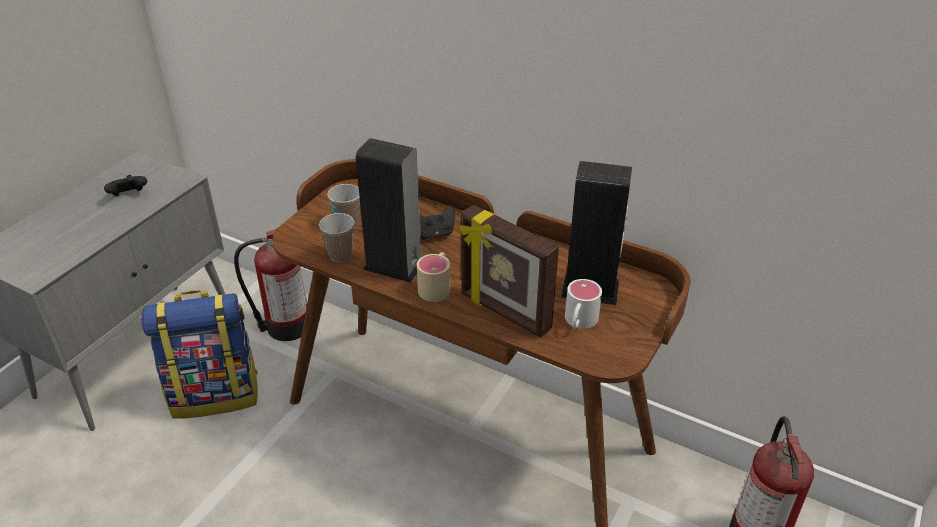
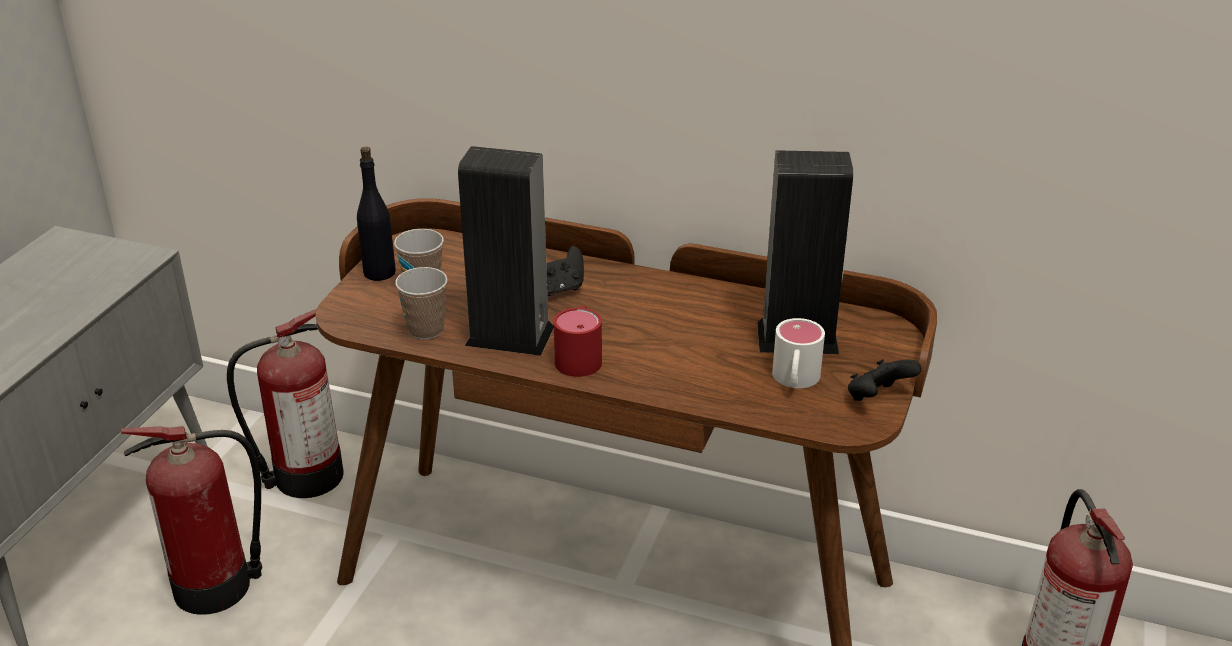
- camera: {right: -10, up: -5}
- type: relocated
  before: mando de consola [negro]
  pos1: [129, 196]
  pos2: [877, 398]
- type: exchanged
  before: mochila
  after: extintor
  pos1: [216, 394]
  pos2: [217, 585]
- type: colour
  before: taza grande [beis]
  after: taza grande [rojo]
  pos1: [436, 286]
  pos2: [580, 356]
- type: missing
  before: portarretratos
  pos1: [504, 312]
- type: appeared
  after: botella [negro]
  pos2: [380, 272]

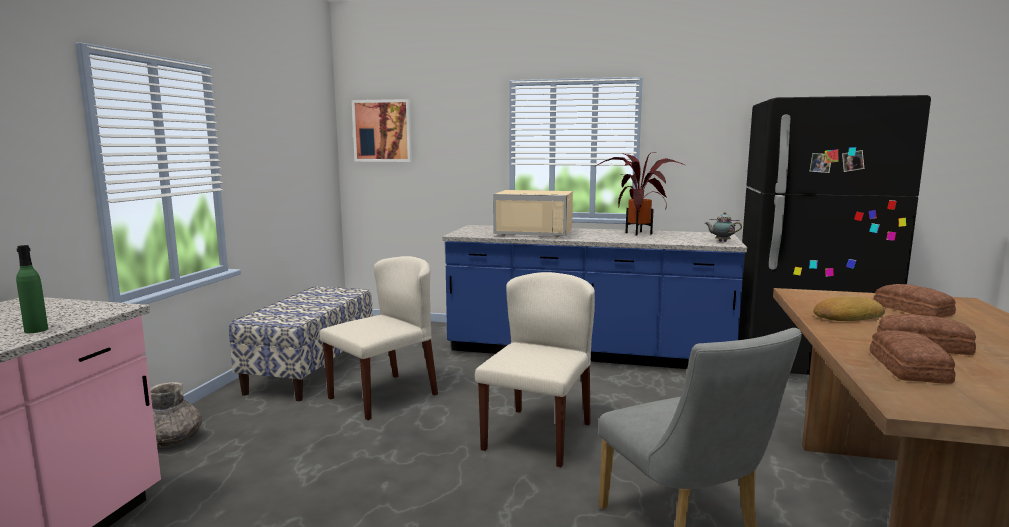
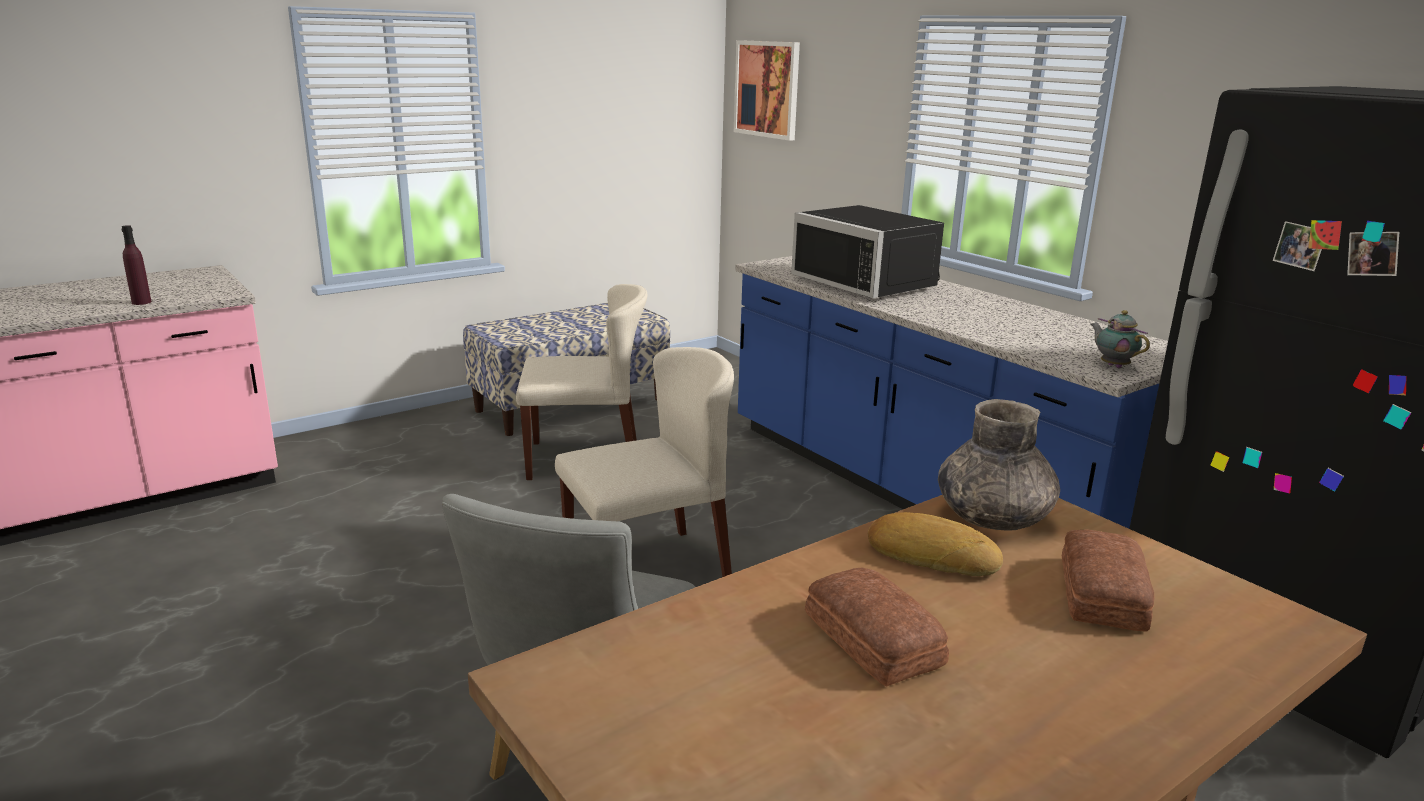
- camera: {right: 40, up: 10}
- type: colour
  before: botella [verde]
  after: botella [morado]
  pos1: [36, 330]
  pos2: [141, 302]
- type: relocated
  before: florero [gris]
  pos1: [172, 440]
  pos2: [993, 517]
- type: colour
  before: microondas [beis]
  after: microondas [negro]
  pos1: [535, 232]
  pos2: [870, 282]
- type: missing
  before: planta en maceta
  pos1: [638, 233]
- type: missing
  before: pan
  pos1: [907, 368]

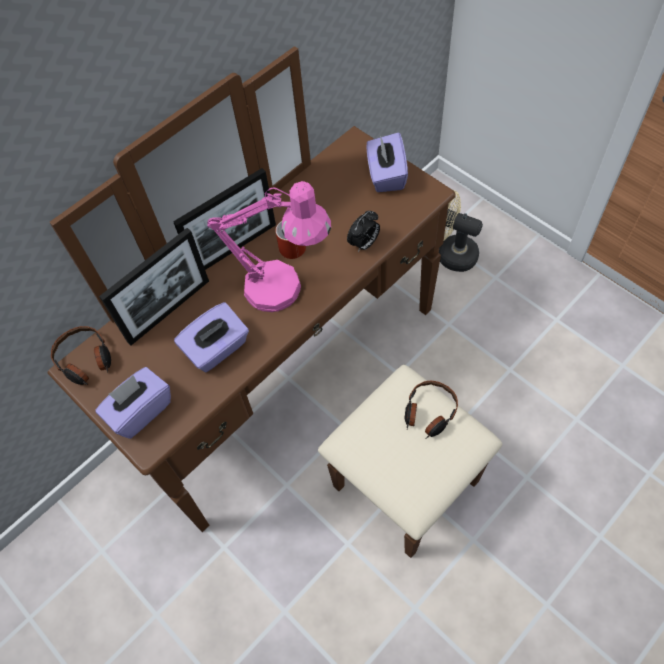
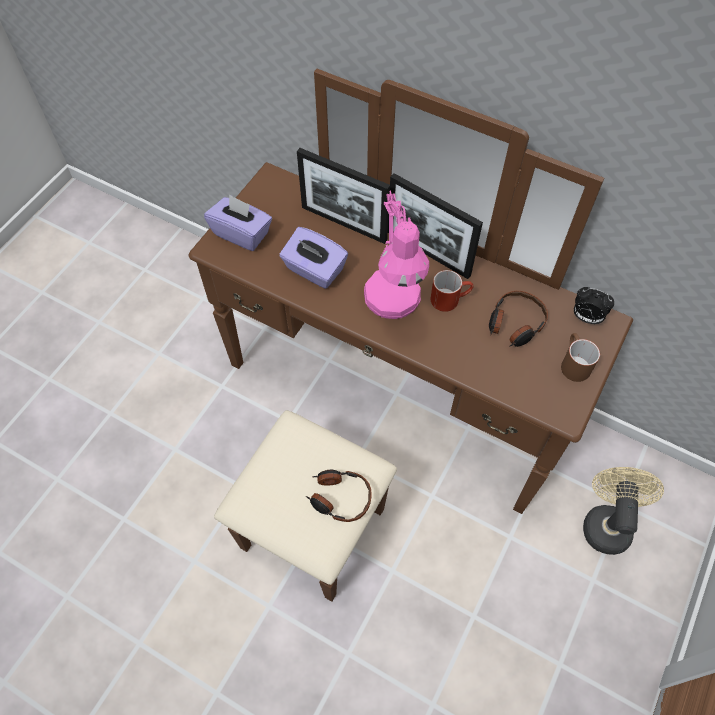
- camera: {right: 70, up: 0}
- type: relocated
  before: auriculares
  pos1: [85, 360]
  pos2: [515, 324]
- type: relocated
  before: despertador
  pos1: [364, 244]
  pos2: [586, 318]
- type: exchanged
  before: caja de pañuelos [morado]
  after: taza grande [marrón]
  pos1: [386, 175]
  pos2: [572, 363]

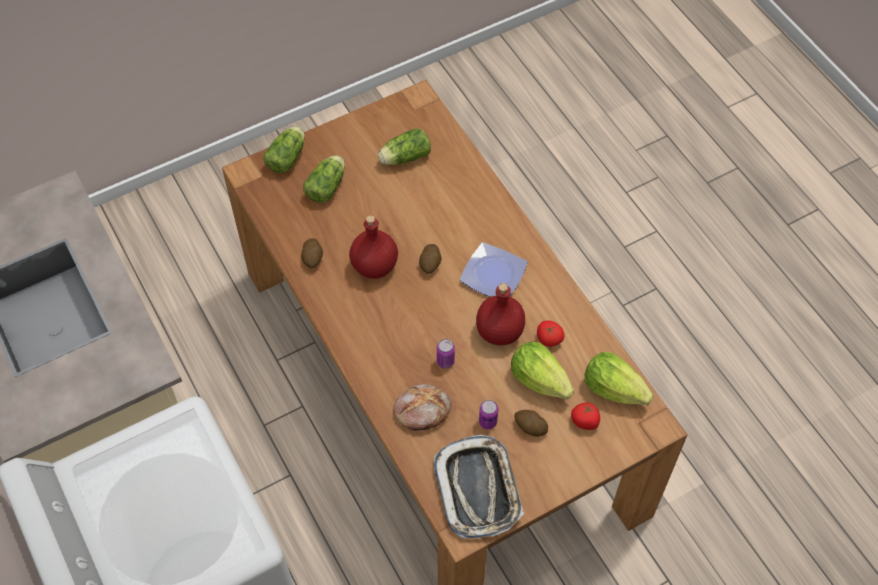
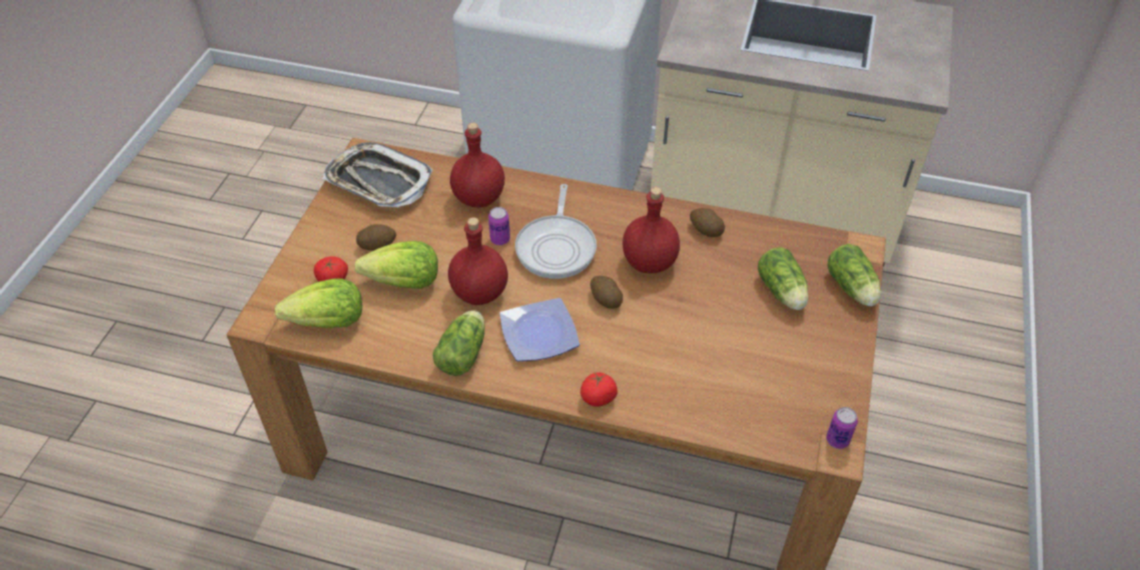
- camera: {right: 135, up: -10}
- type: relocated
  before: lechuga
  pos1: [403, 157]
  pos2: [464, 352]
- type: exchanged
  before: pan
  after: botella [rojo]
  pos1: [421, 410]
  pos2: [479, 197]
- type: relocated
  before: lata
  pos1: [488, 422]
  pos2: [837, 440]
- type: relocated
  before: tomate
  pos1: [548, 339]
  pos2: [598, 398]
- type: appeared
  after: sartén
  pos2: [557, 247]

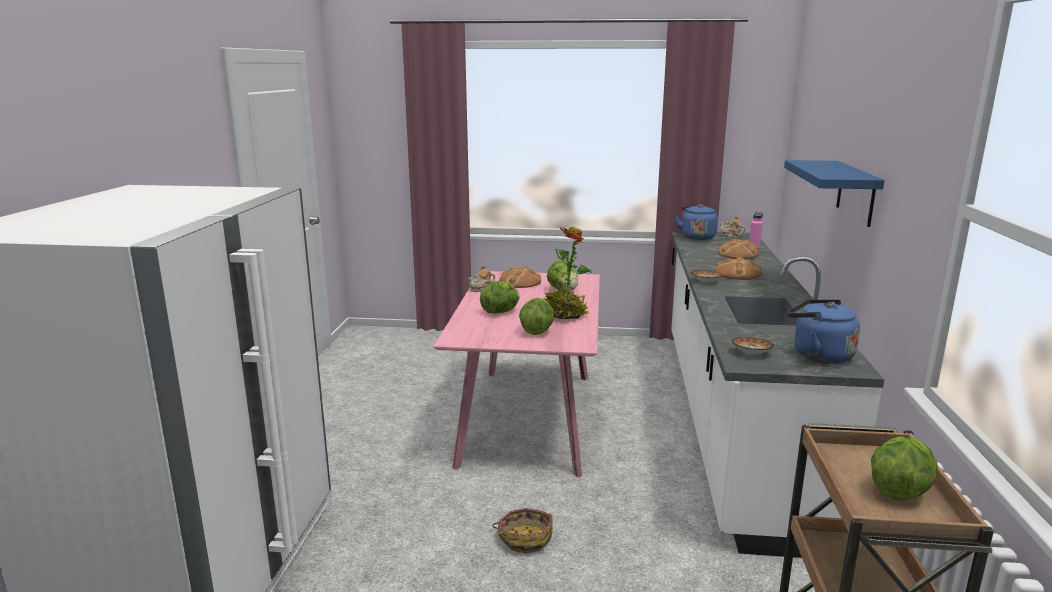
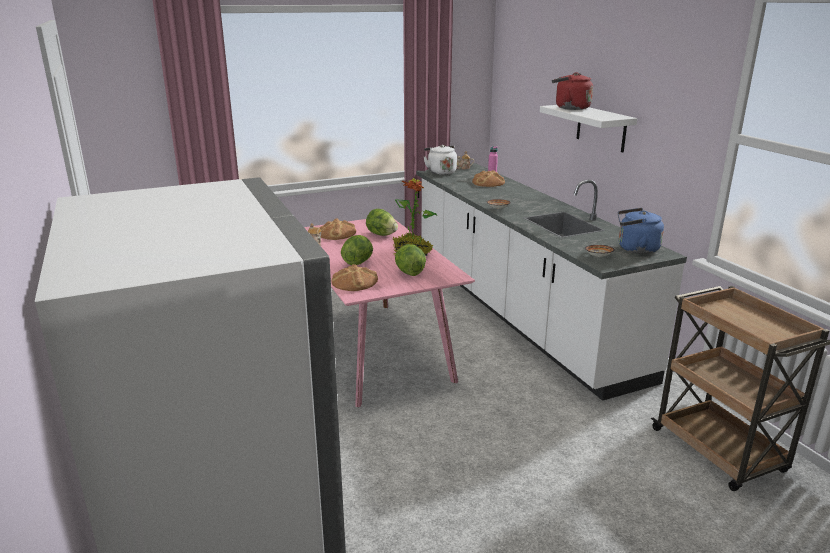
- camera: {right: -30, up: 5}
- type: missing
  before: cesta
  pos1: [525, 538]
- type: colour
  before: hervidor [azul]
  after: hervidor [blanco]
  pos1: [697, 237]
  pos2: [440, 172]
- type: relocated
  before: pan
  pos1: [737, 274]
  pos2: [354, 282]
- type: colour
  before: estante [azul]
  after: estante [blanco]
  pos1: [856, 193]
  pos2: [601, 128]
- type: missing
  before: lechuga
  pos1: [898, 490]
- type: appeared
  after: hervidor [rojo]
  pos2: [570, 108]

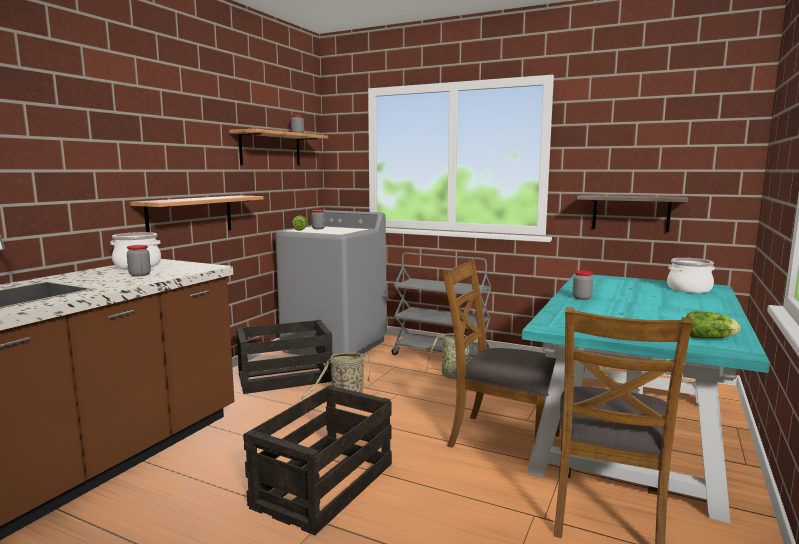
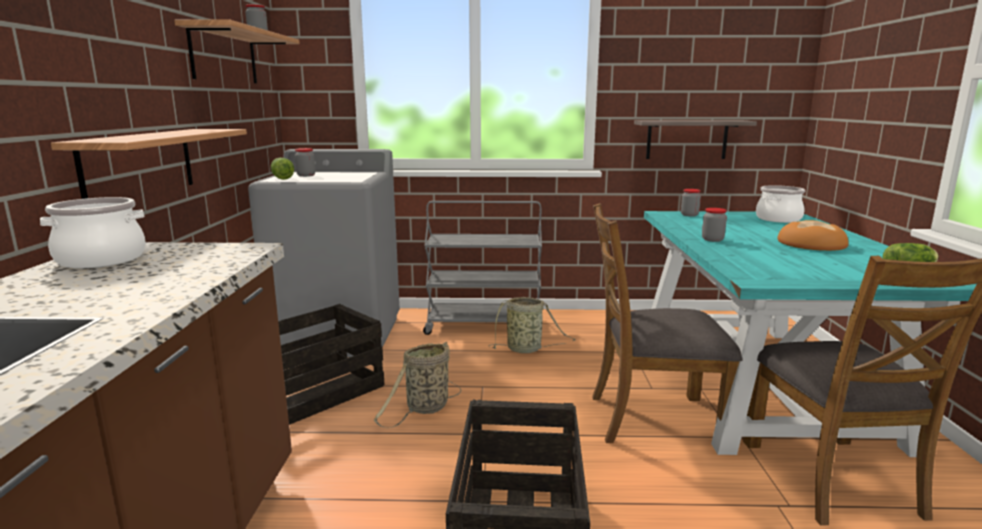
- camera: {right: -25, up: 5}
- type: relocated
  before: tarro
  pos1: [140, 275]
  pos2: [689, 215]
- type: appeared
  after: pan
  pos2: [810, 244]

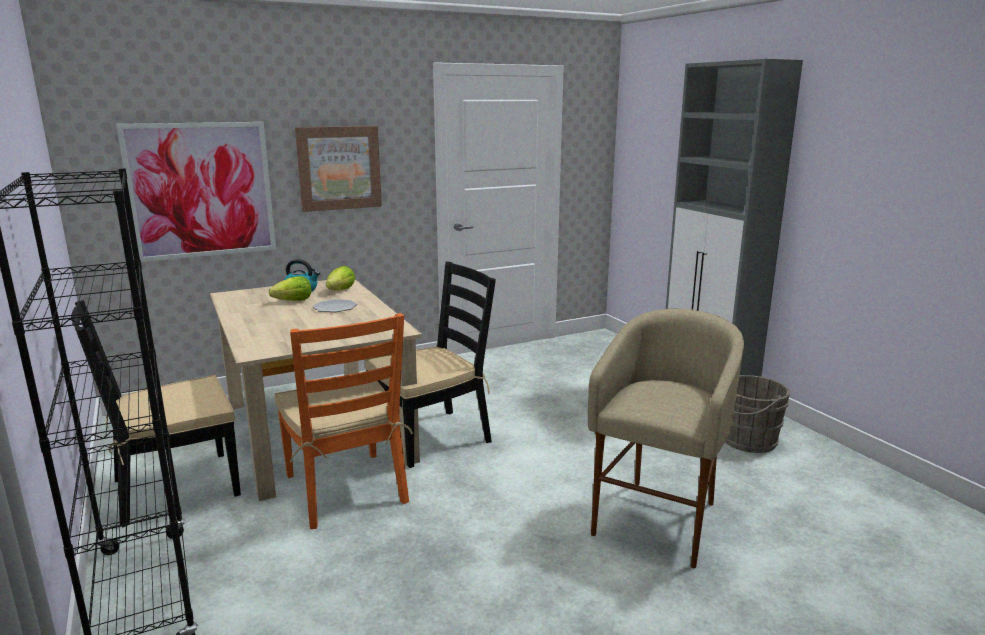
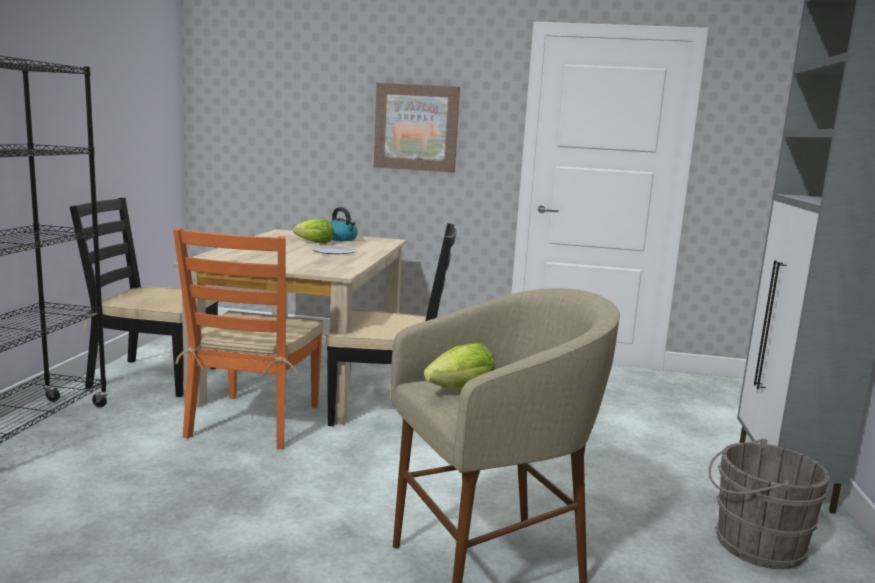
- camera: {right: 35, up: -5}
- type: missing
  before: cuadro
  pos1: [201, 190]
- type: relocated
  before: lechuga
  pos1: [341, 290]
  pos2: [461, 390]

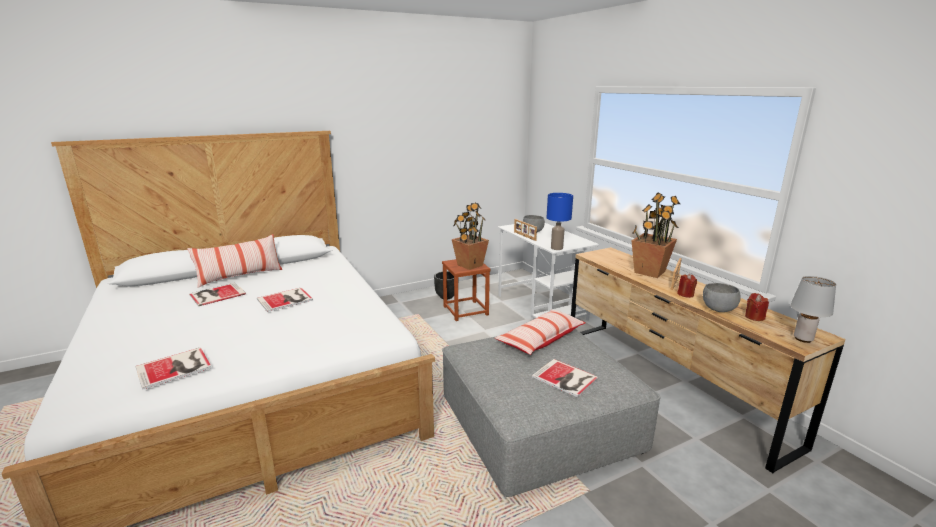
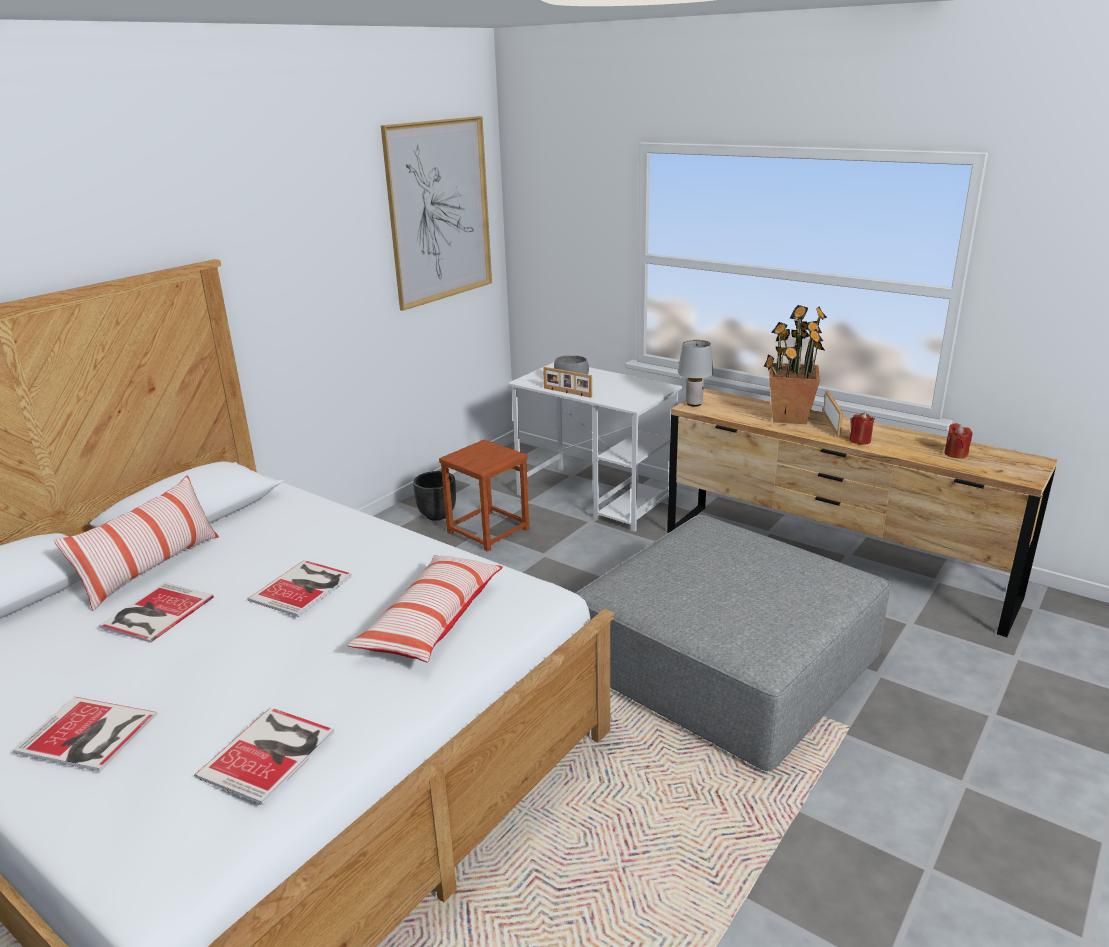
- camera: {right: -25, up: 5}
- type: missing
  before: planta en maceta
  pos1: [469, 265]
- type: relocated
  before: cojín
  pos1: [541, 339]
  pos2: [432, 620]
- type: relocated
  before: libro
  pos1: [565, 378]
  pos2: [88, 735]
- type: missing
  before: lámpara de mesa [azul]
  pos1: [557, 248]
- type: missing
  before: cuenco [gris]
  pos1: [717, 309]
- type: relocated
  before: lámpara de mesa [gris]
  pos1: [802, 339]
  pos2: [693, 404]
- type: appeared
  after: cuadro
  pos2: [439, 211]

